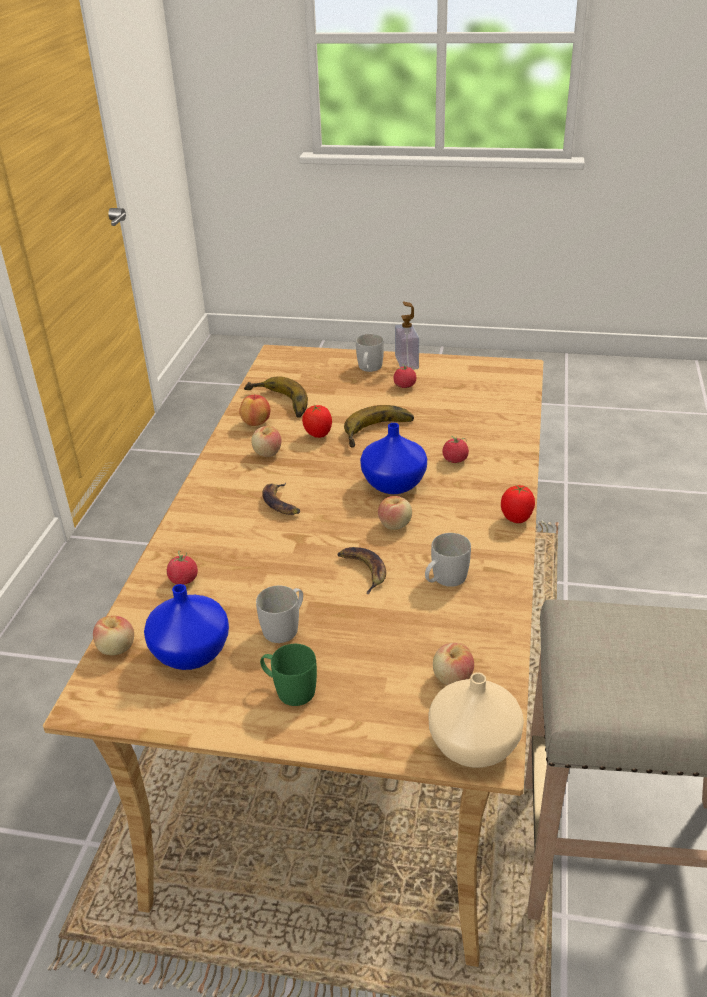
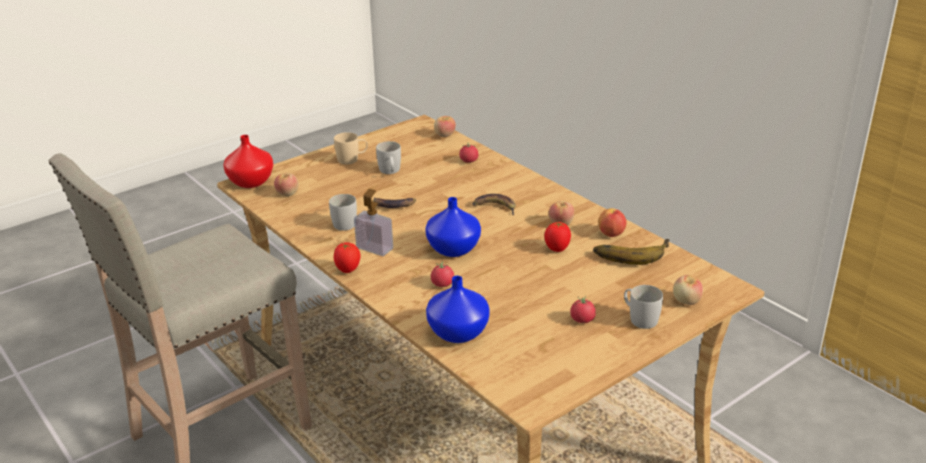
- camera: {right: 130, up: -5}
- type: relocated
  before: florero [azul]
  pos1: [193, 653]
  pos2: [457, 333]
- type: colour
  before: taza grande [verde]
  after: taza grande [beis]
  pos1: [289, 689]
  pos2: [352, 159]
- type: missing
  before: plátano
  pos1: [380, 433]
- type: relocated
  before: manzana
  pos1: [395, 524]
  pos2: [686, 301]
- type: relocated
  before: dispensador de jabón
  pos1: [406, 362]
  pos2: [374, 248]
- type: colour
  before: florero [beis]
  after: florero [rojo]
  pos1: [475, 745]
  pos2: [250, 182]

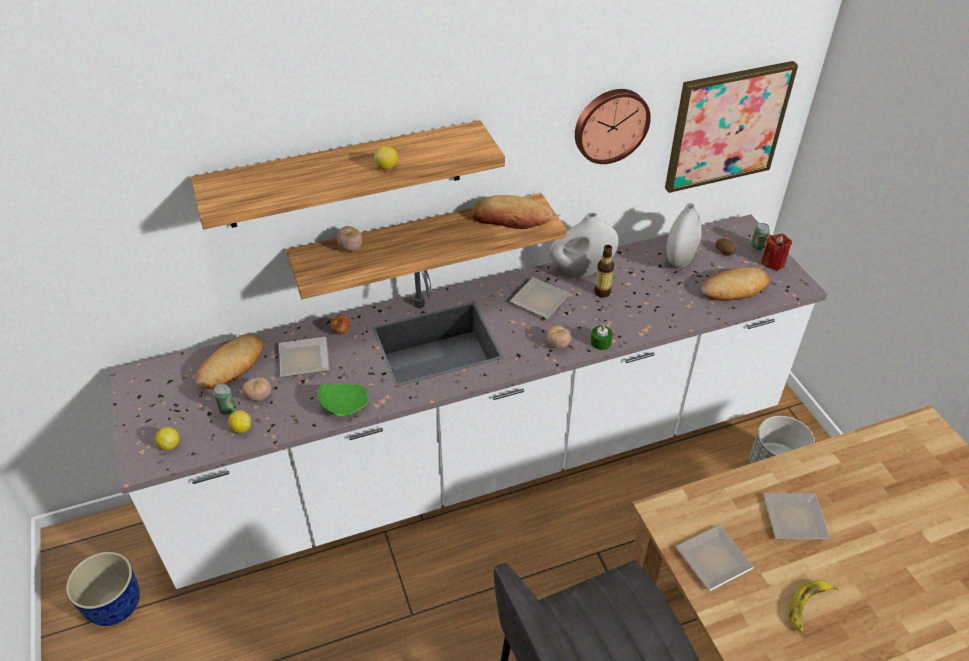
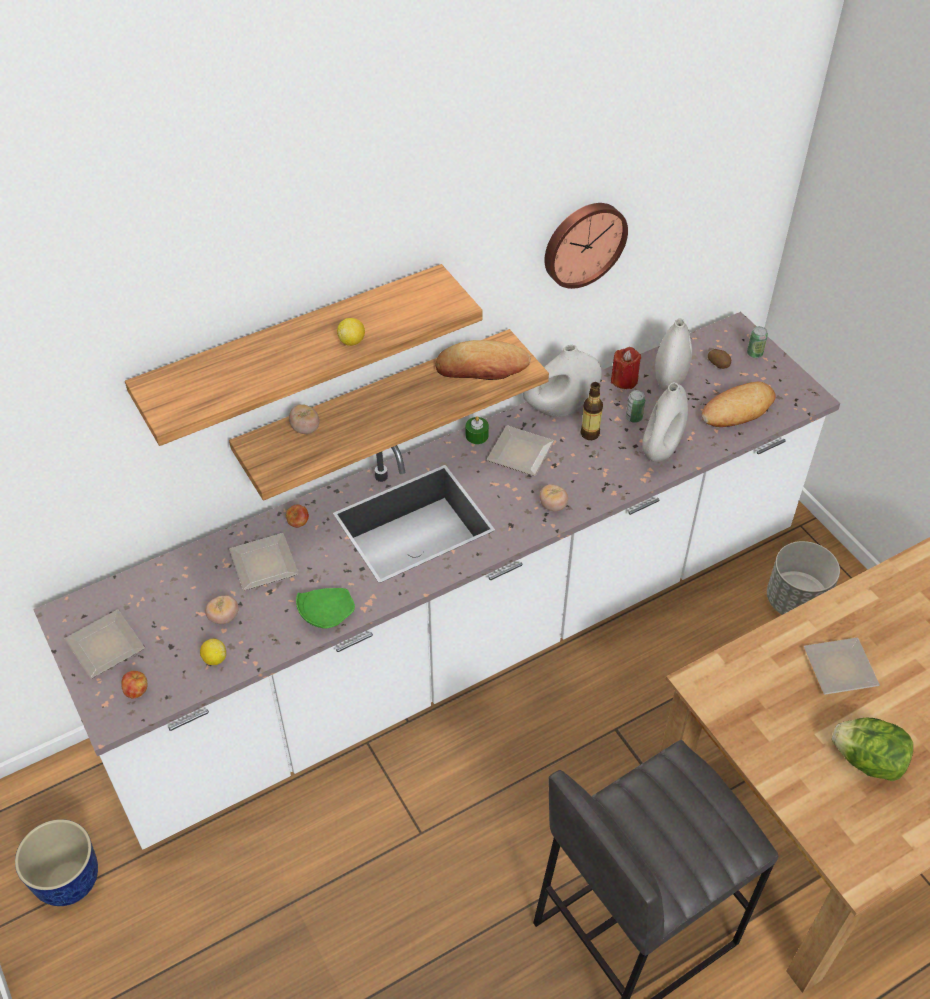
- camera: {right: -10, up: 5}
- type: exchanged
  before: limón
  after: manzana
  pos1: [170, 445]
  pos2: [137, 691]
- type: missing
  before: pan
  pos1: [231, 365]
- type: relocated
  before: lata
  pos1: [227, 409]
  pos2: [634, 417]
- type: relocated
  before: vela [verde]
  pos1: [600, 342]
  pos2: [477, 435]
- type: missing
  before: cuadro
  pos1: [726, 126]
- type: relocated
  before: plato
  pos1: [713, 562]
  pos2: [104, 649]
- type: relocated
  before: vela [rojo]
  pos1: [773, 262]
  pos2: [624, 380]
- type: exchanged
  before: plátano
  after: lechuga
  pos1: [809, 606]
  pos2: [867, 761]
- type: appeared
  after: florero [blanco]
  pos2: [661, 449]

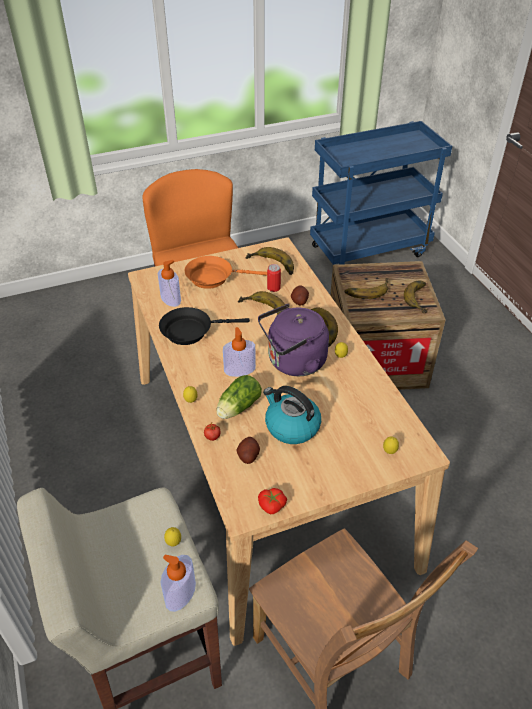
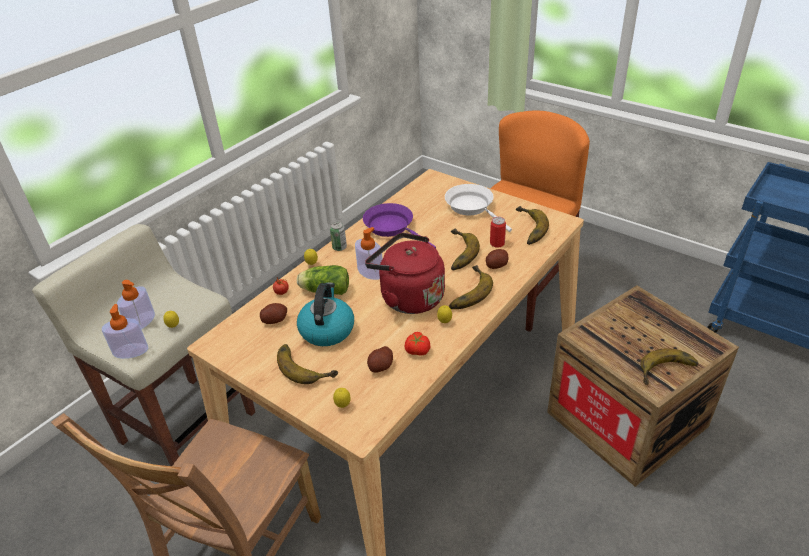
- camera: {right: 60, up: -5}
- type: relocated
  before: dispensador de jabón
  pos1: [170, 298]
  pos2: [141, 321]
- type: colour
  before: sartén [negro]
  after: sartén [morado]
  pos1: [191, 331]
  pos2: [392, 227]
- type: colour
  before: sartén [naranja]
  after: sartén [blanco]
  pos1: [213, 277]
  pos2: [472, 207]
- type: colour
  before: hervidor [morado]
  after: hervidor [rojo]
  pos1: [293, 362]
  pos2: [408, 297]
- type: relocated
  before: tomate
  pos1: [272, 506]
  pos2: [417, 350]
- type: relocated
  before: plátano
  pos1: [366, 289]
  pos2: [306, 365]
- type: appeared
  after: lata
  pos2: [339, 247]
- type: appeared
  after: patata
  pos2: [381, 366]

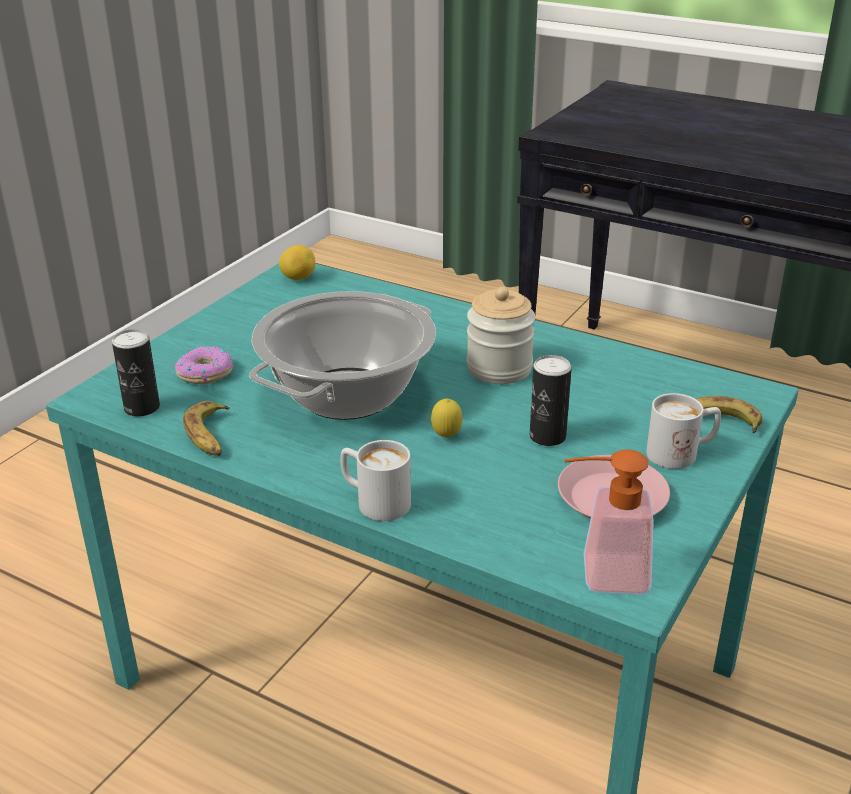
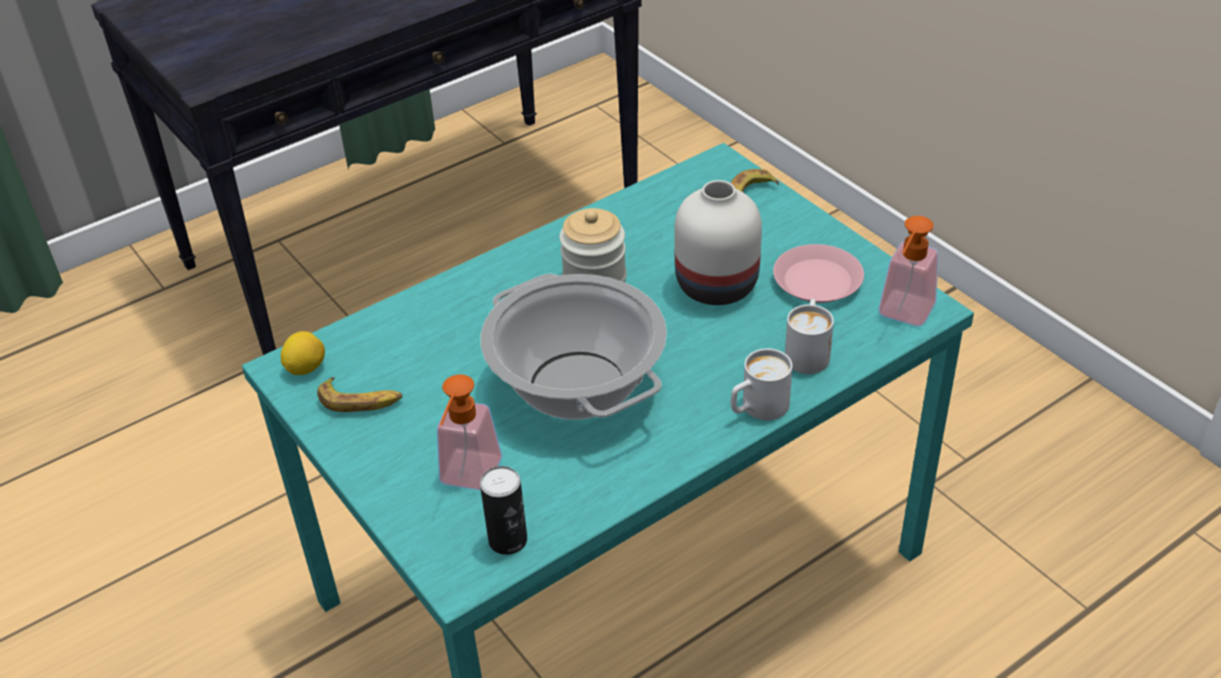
- camera: {right: -65, up: 10}
- type: exchanged
  before: rosquilla
  after: dispensador de jabón
  pos1: [205, 373]
  pos2: [467, 479]
- type: relocated
  before: plátano
  pos1: [210, 436]
  pos2: [360, 401]
- type: missing
  before: limón
  pos1: [446, 437]
- type: exchanged
  before: lata
  after: florero [blanco]
  pos1: [547, 436]
  pos2: [717, 286]
- type: relocated
  before: taza grande [blanco]
  pos1: [681, 453]
  pos2: [808, 351]

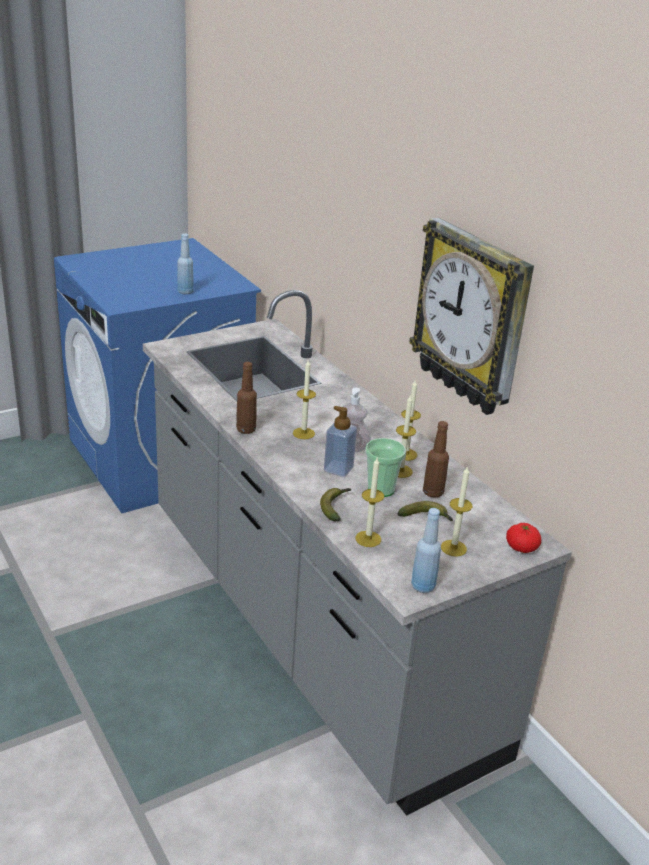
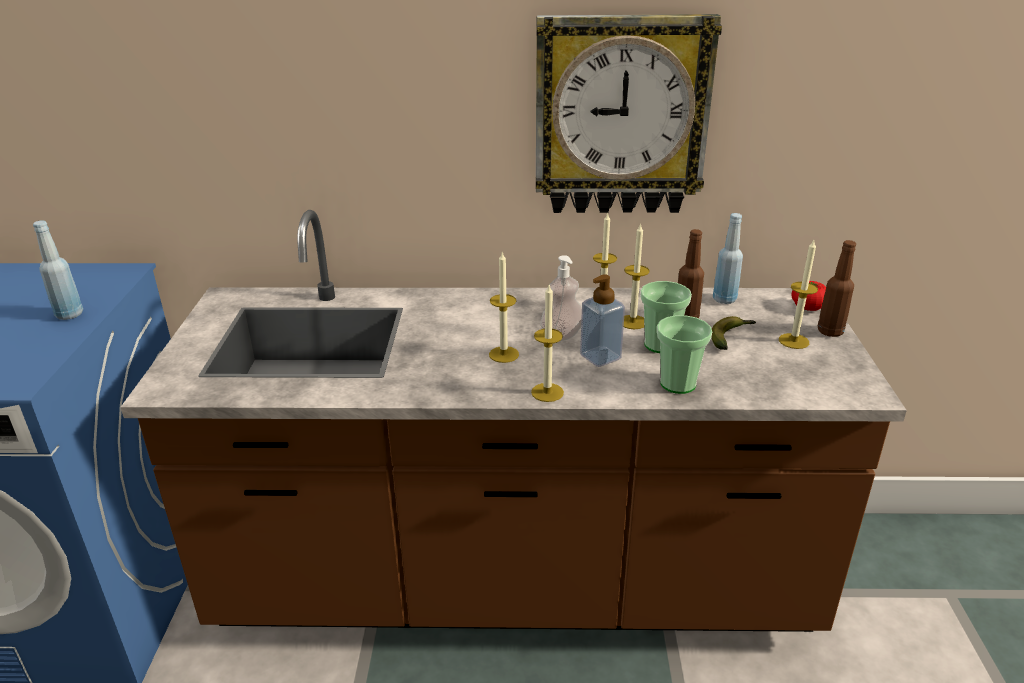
- camera: {right: -55, up: 0}
- type: colour
  before: mueble bajo de cocina [gris]
  after: mueble bajo de cocina [marrón]
  pos1: [310, 627]
  pos2: [514, 585]
- type: relocated
  before: botella [marrón]
  pos1: [246, 429]
  pos2: [830, 331]
- type: exchanged
  before: plátano
  after: taza
  pos1: [336, 507]
  pos2: [678, 384]
- type: relocated
  before: vela
  pos1: [368, 539]
  pos2: [547, 392]
- type: relocated
  before: botella [azul]
  pos1: [423, 586]
  pos2: [724, 299]

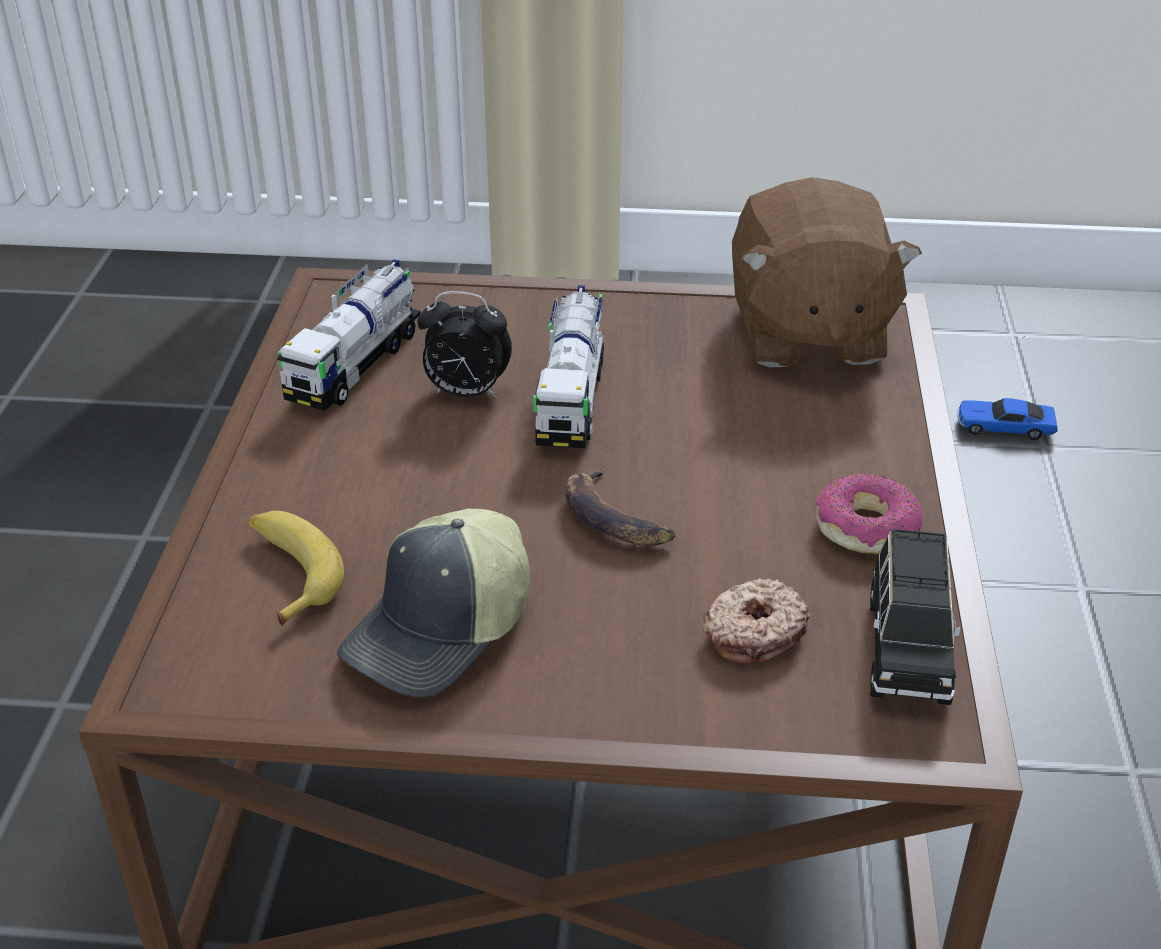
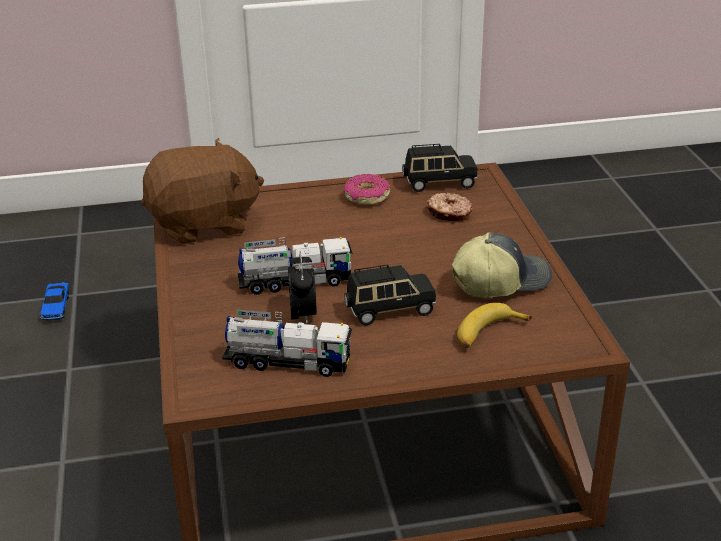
- camera: {right: -105, up: -5}
- type: spun
  before: gorra
  pos1: [442, 631]
  pos2: [499, 281]
  turn: -45
- type: missing
  before: plátano
  pos1: [615, 518]
- type: appeared
  after: coche de juguete [negro]
  pos2: [389, 310]

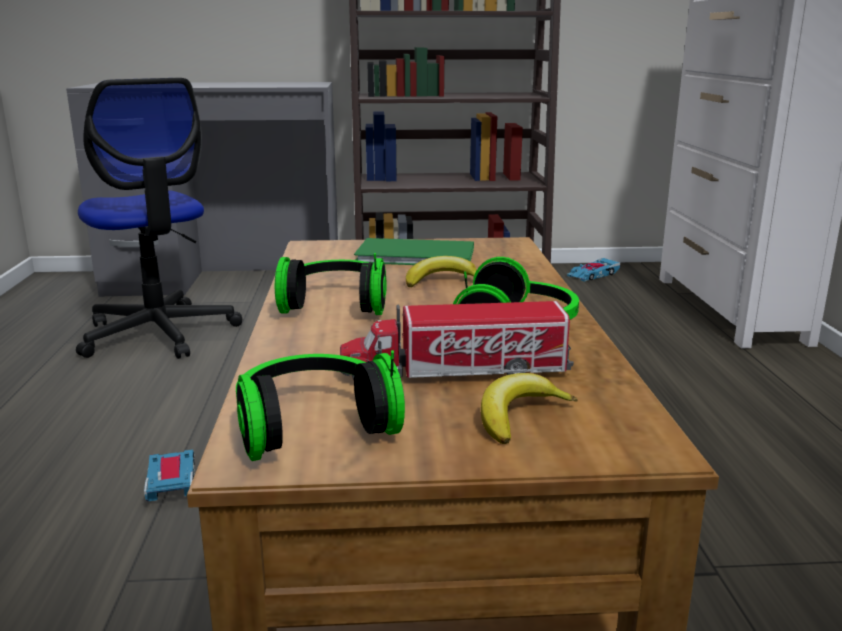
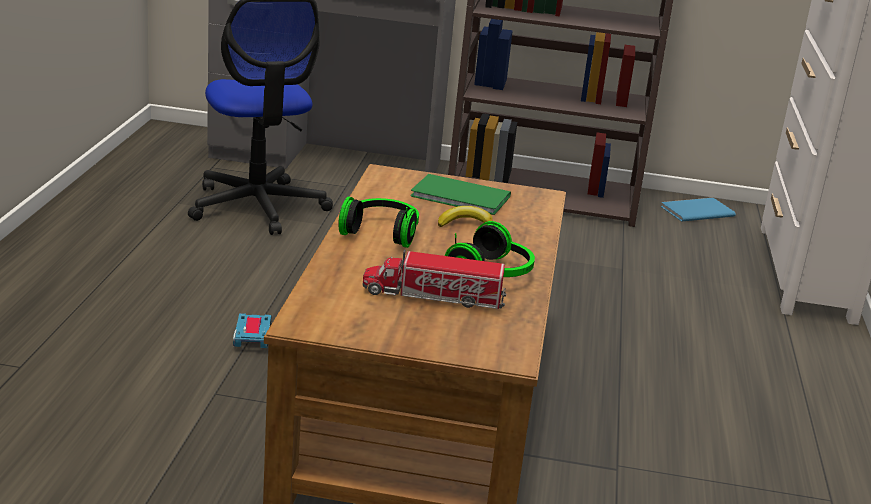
- camera: {right: 10, up: 5}
- type: missing
  before: auriculares
  pos1: [312, 425]
- type: missing
  before: plátano
  pos1: [518, 416]
- type: exchanged
  before: coche de juguete
  after: libro [azul]
  pos1: [593, 274]
  pos2: [695, 211]

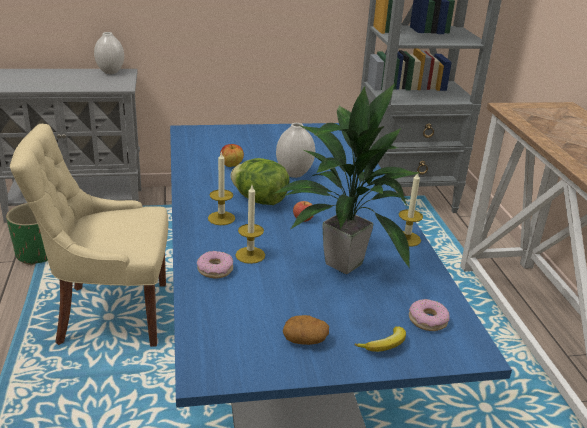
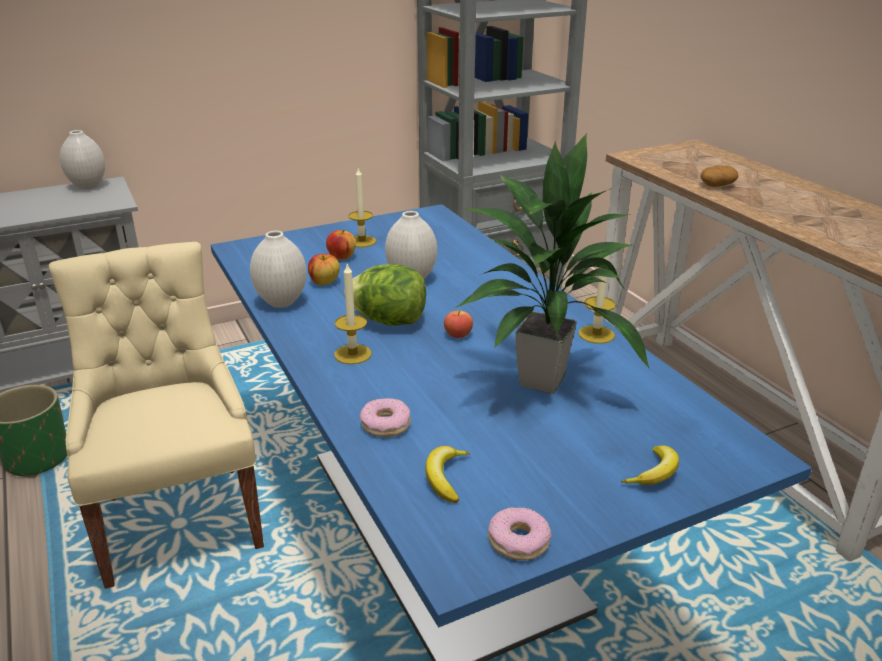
- camera: {right: -15, up: 0}
- type: spun
  before: silla [beis]
  pos1: [110, 314]
  pos2: [179, 519]
  turn: 90
- type: relocated
  before: vela
  pos1: [250, 255]
  pos2: [362, 241]
- type: relocated
  before: patata
  pos1: [305, 339]
  pos2: [717, 185]
- type: relocated
  before: rosquilla
  pos1: [427, 320]
  pos2: [518, 541]
- type: appeared
  after: florero [blanco]
  pos2: [281, 302]
- type: appeared
  after: manzana
  pos2: [341, 257]
- type: appeared
  after: plátano
  pos2: [446, 477]

